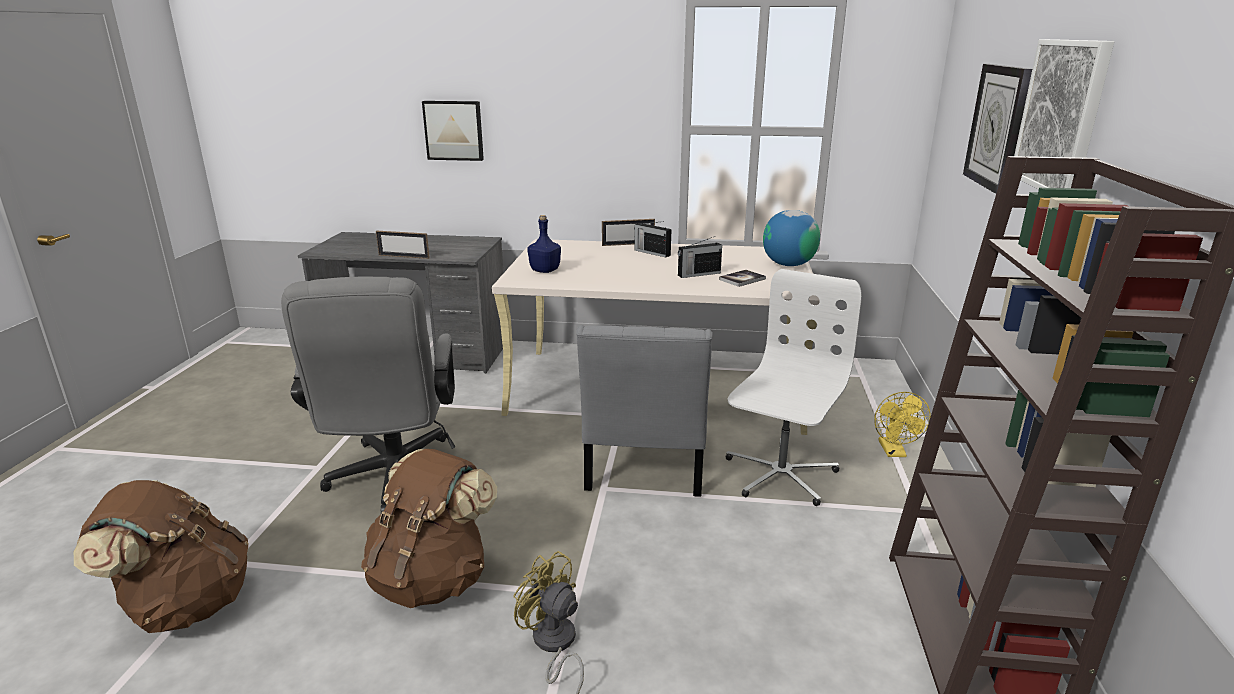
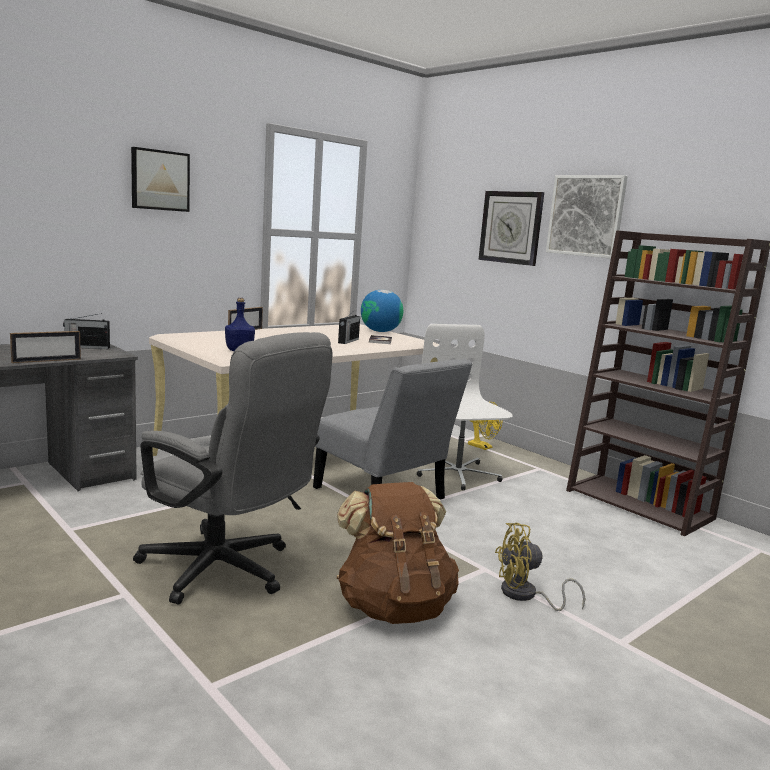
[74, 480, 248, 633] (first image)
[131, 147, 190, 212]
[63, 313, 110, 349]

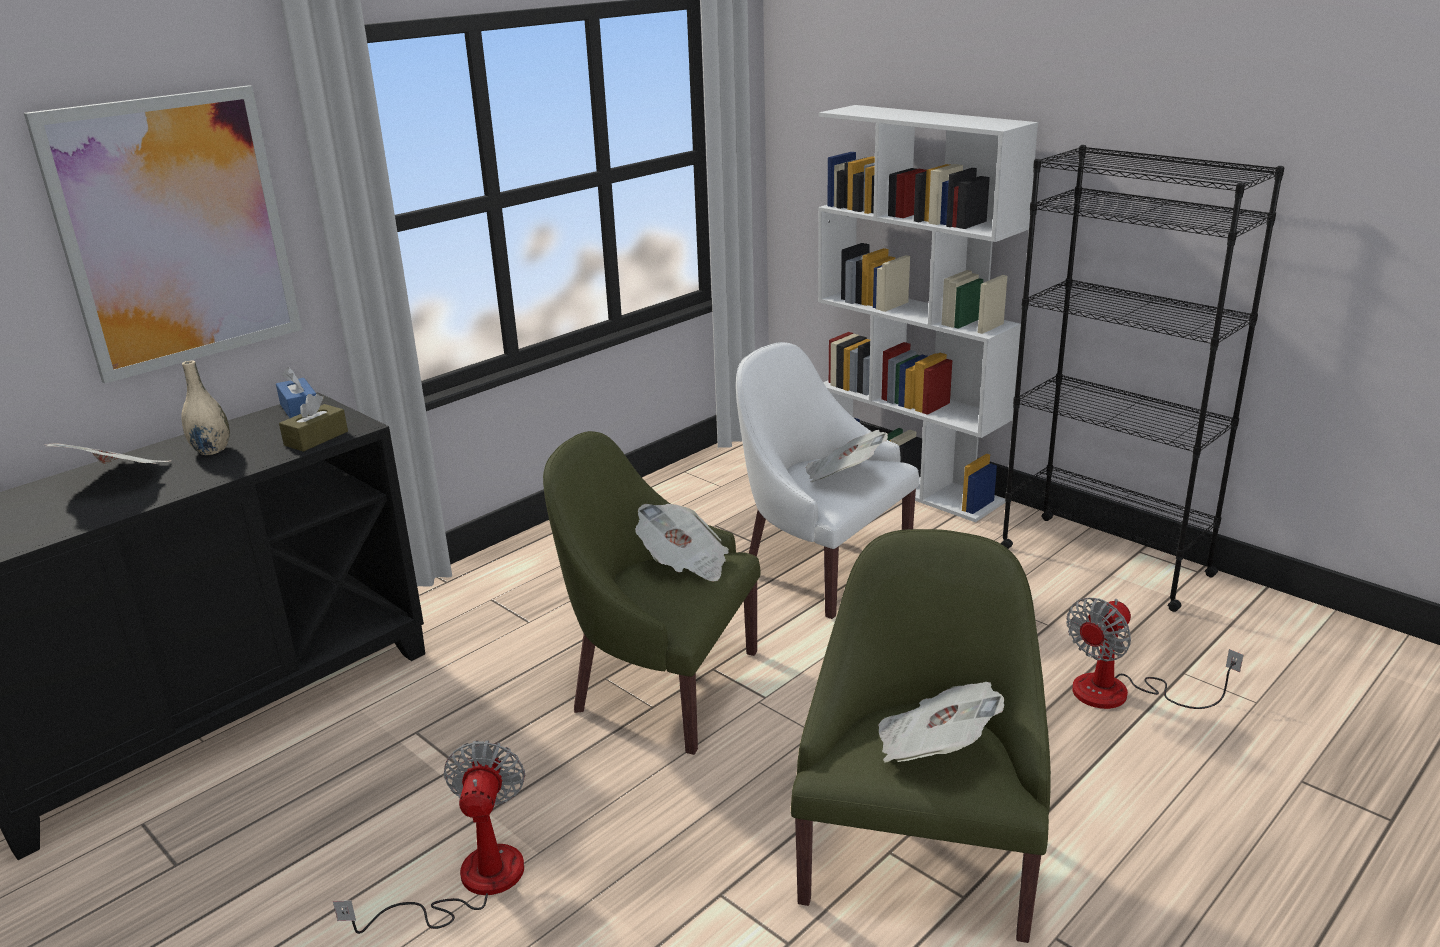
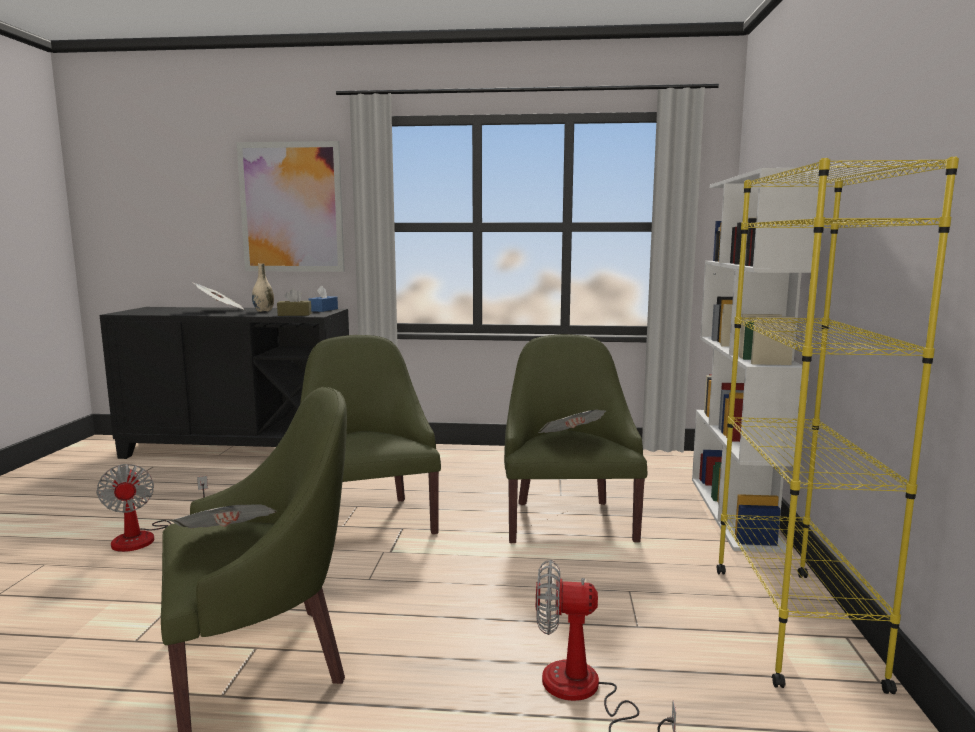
[635, 504, 729, 581] (first image)
[504, 334, 647, 543]
[716, 157, 959, 694]
[96, 464, 208, 552]

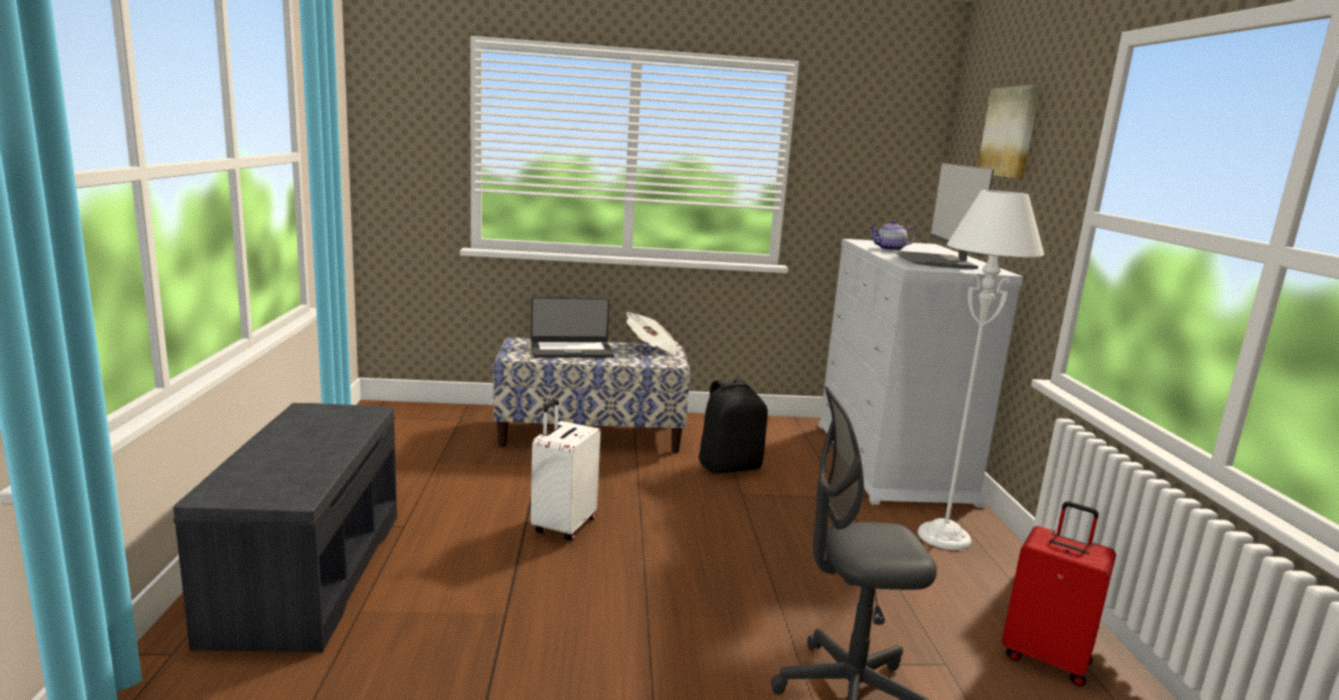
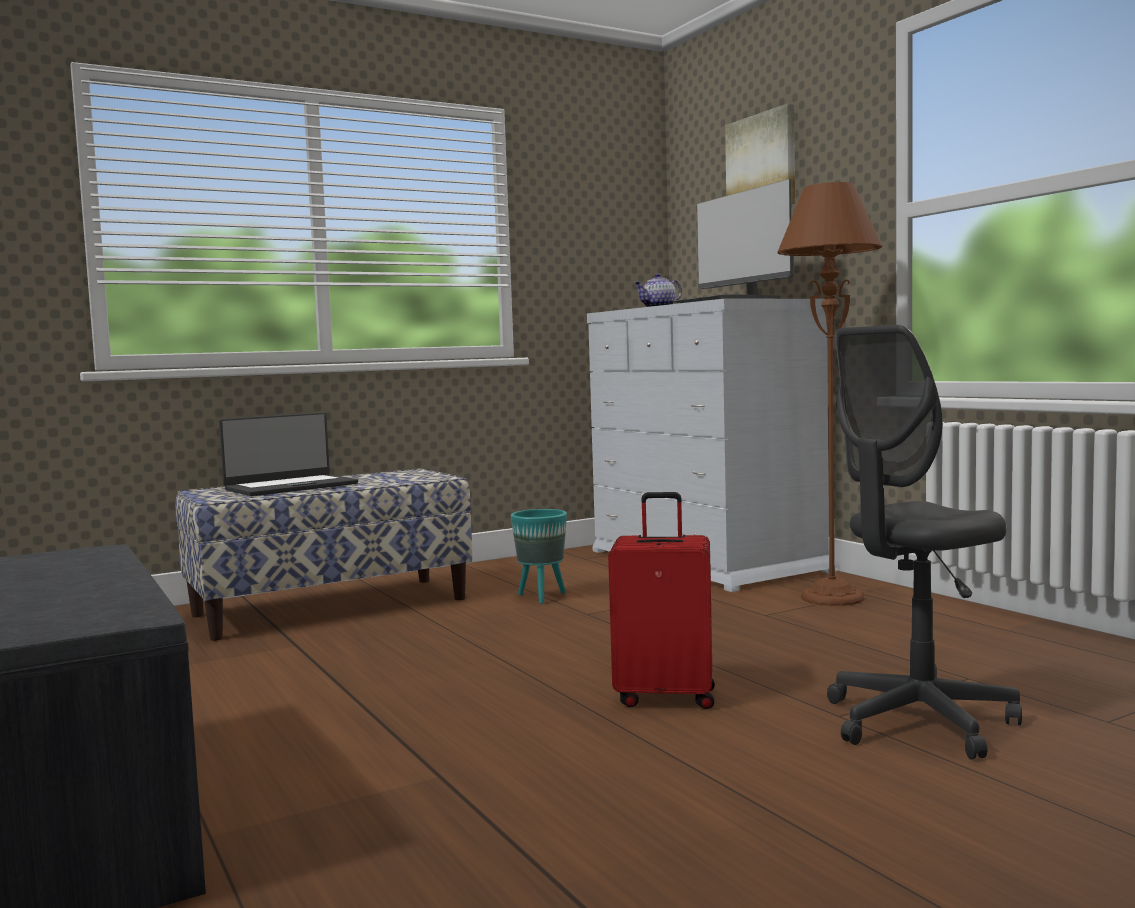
[531, 399, 601, 541] (first image)
[626, 312, 678, 355] (first image)
[608, 492, 715, 709]
[511, 509, 567, 604]
[777, 182, 882, 606]

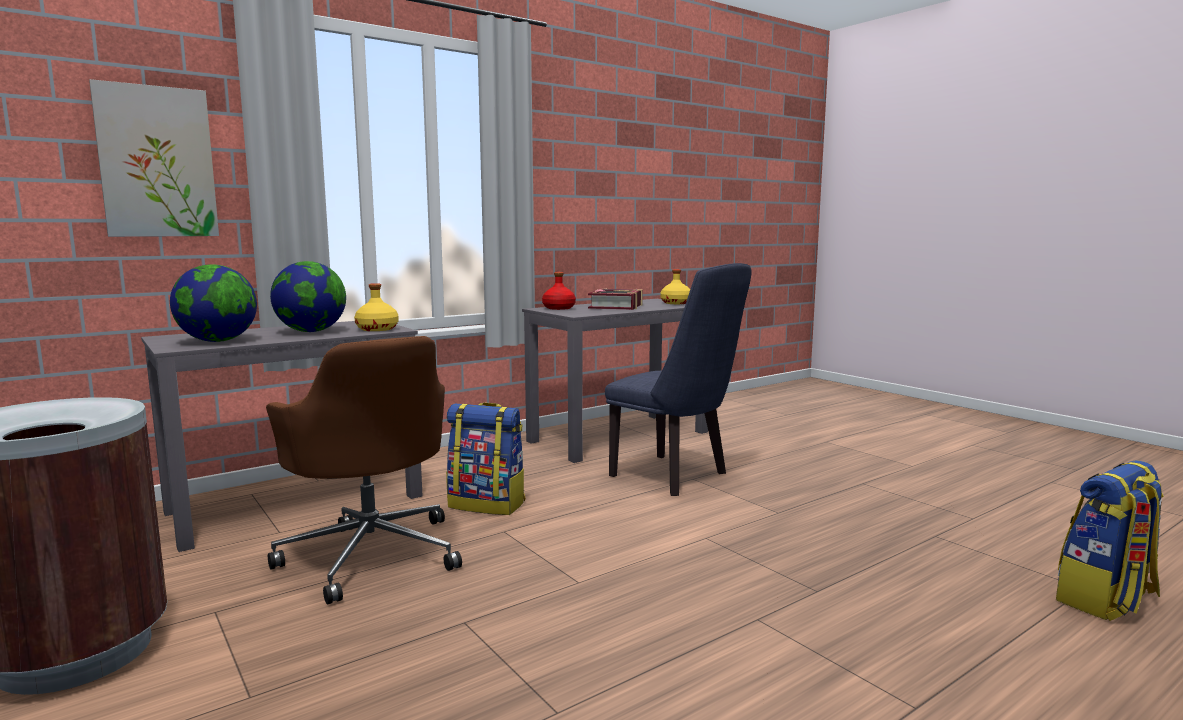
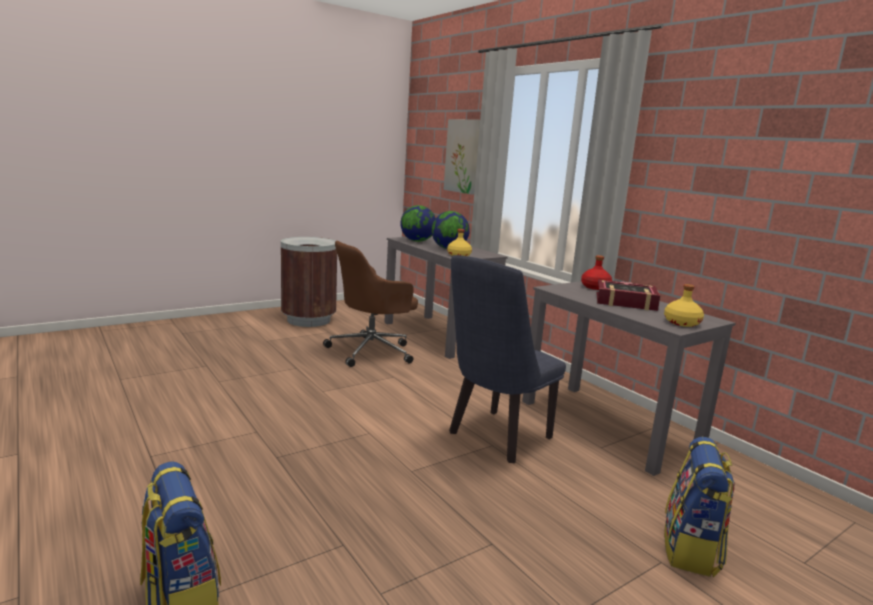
[664, 437, 735, 577]

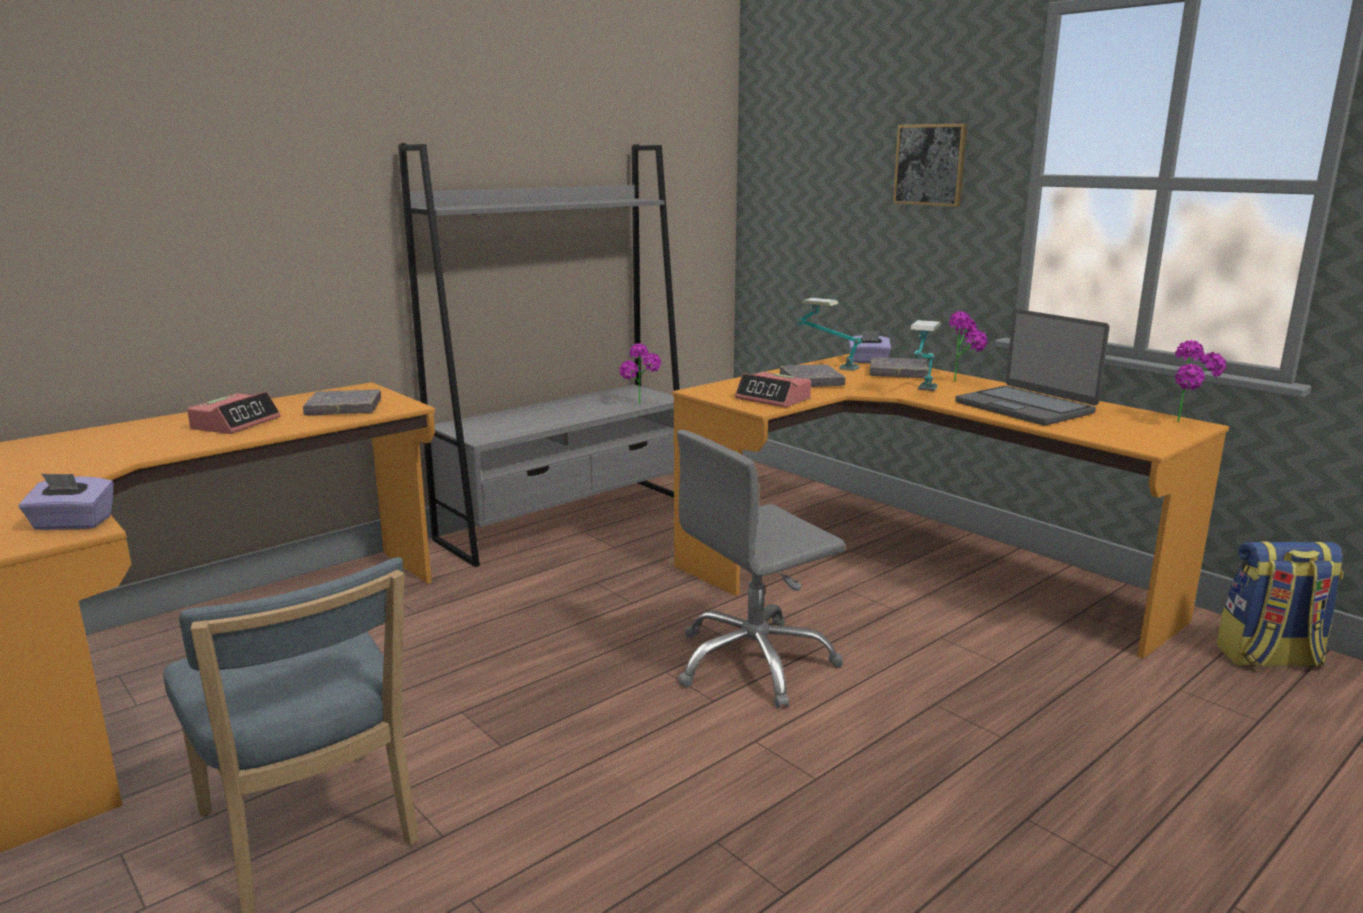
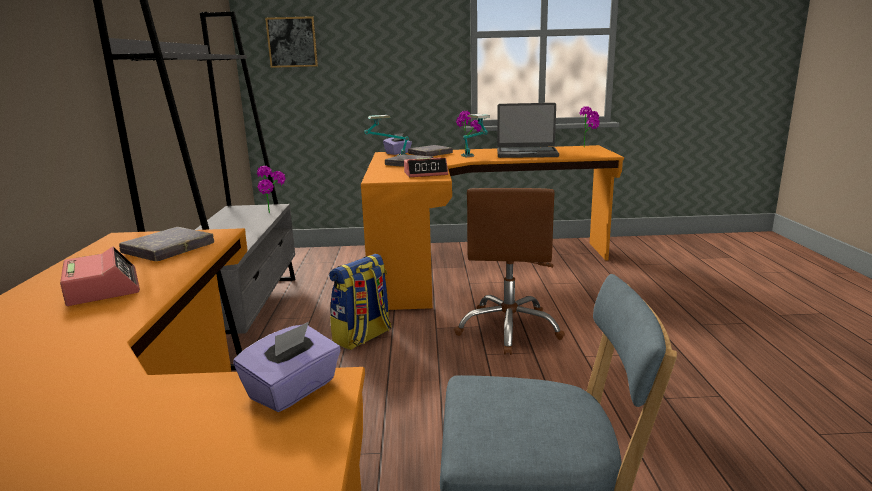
[265, 16, 318, 68]
[329, 254, 391, 350]
[454, 188, 565, 355]

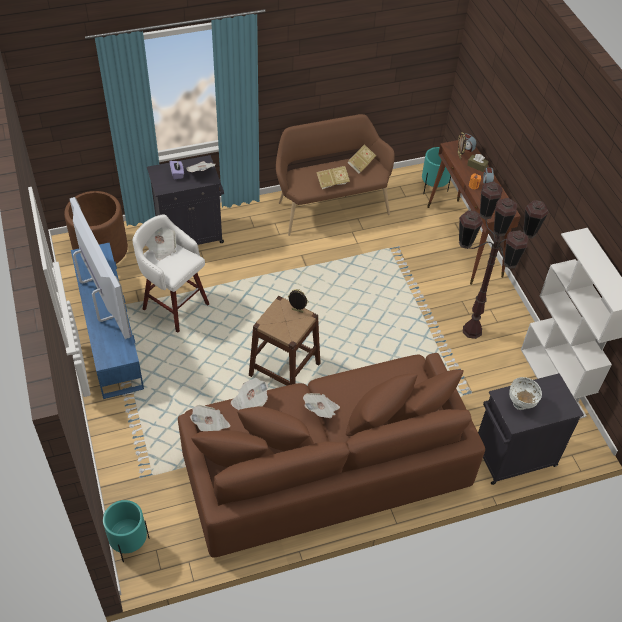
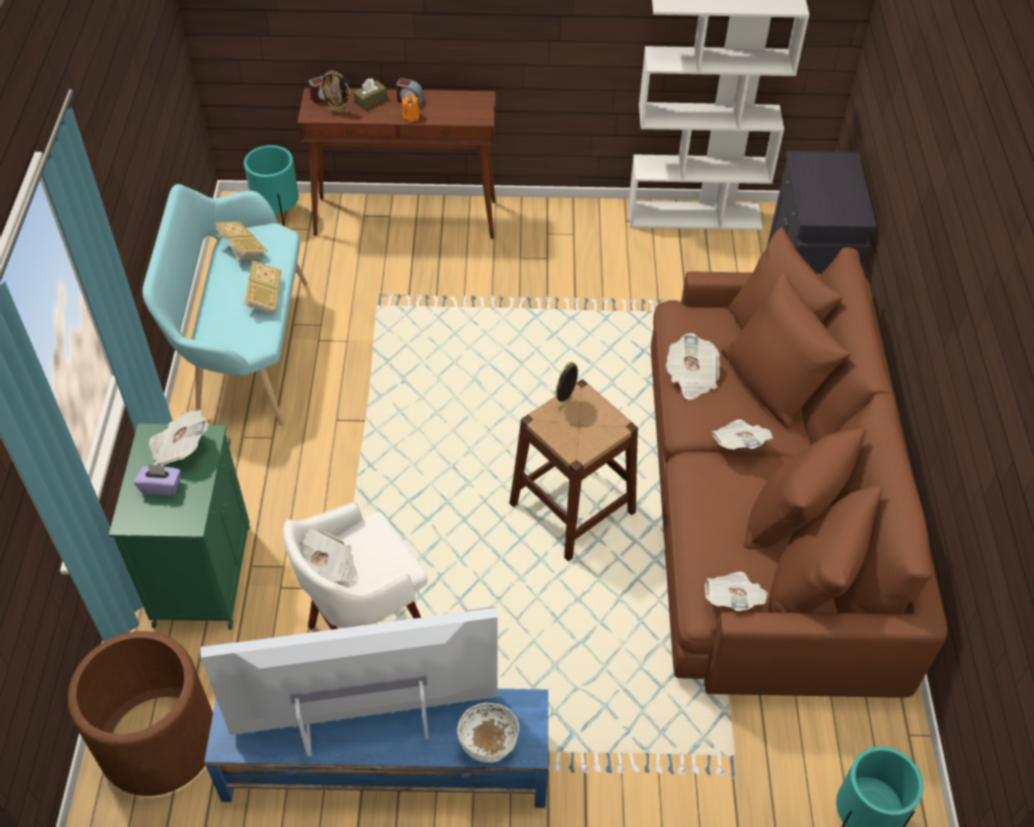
[459, 182, 549, 339] (first image)
[665, 333, 720, 400]
[457, 703, 519, 763]
[109, 424, 250, 630]
[142, 184, 308, 426]

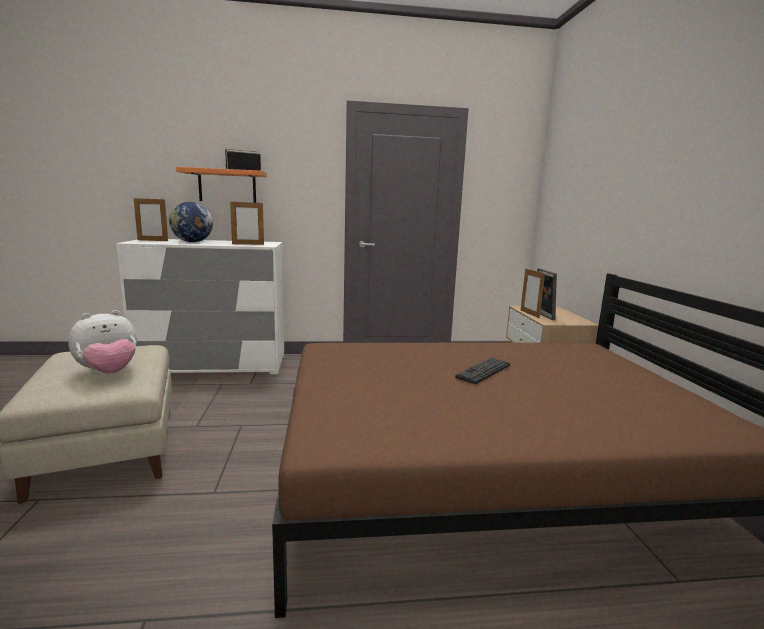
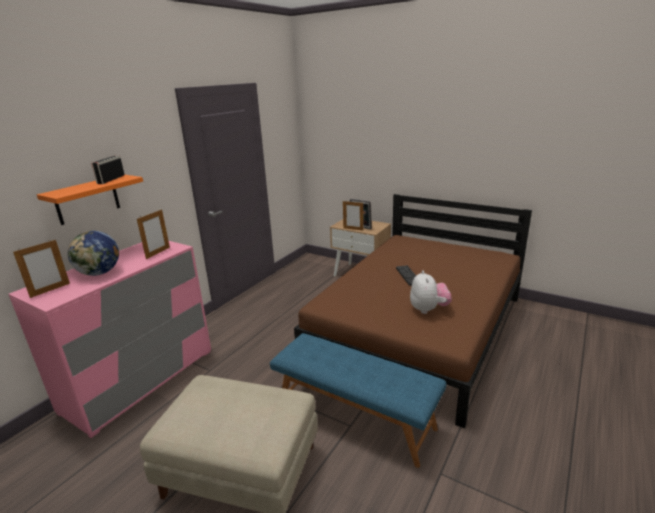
[270, 333, 447, 468]
[410, 270, 452, 314]
[9, 241, 211, 438]

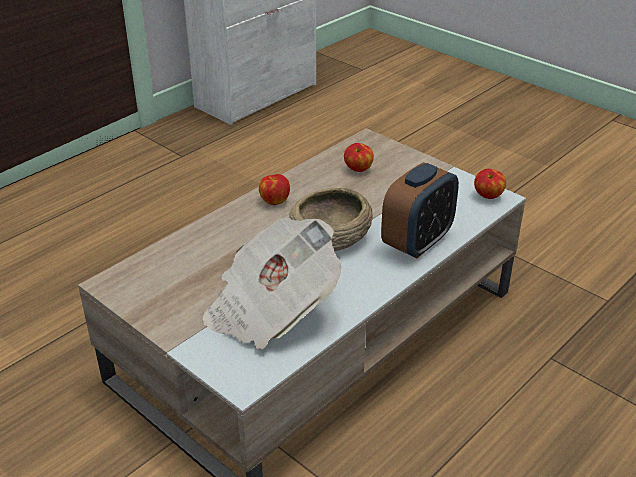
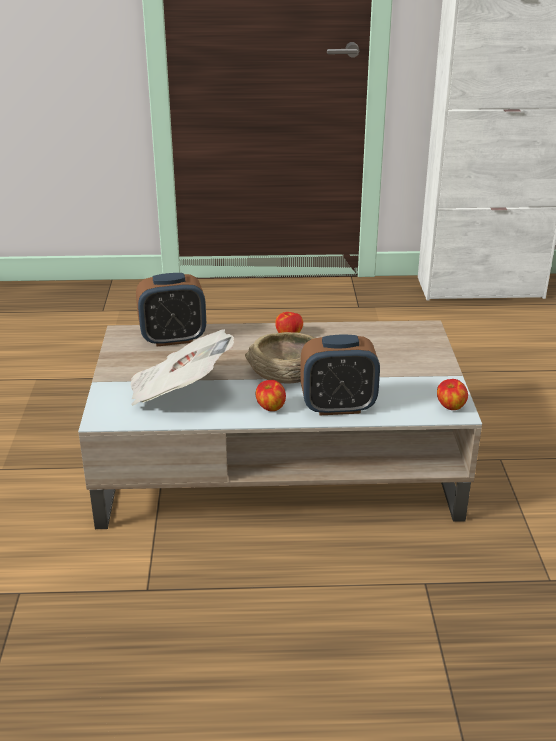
[136, 273, 206, 347]
[256, 380, 286, 411]

